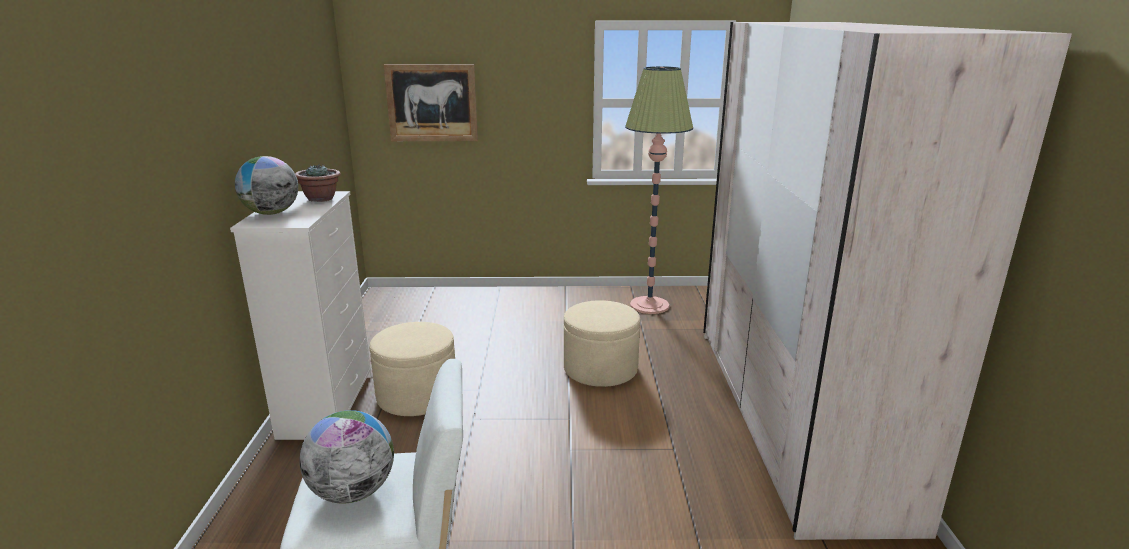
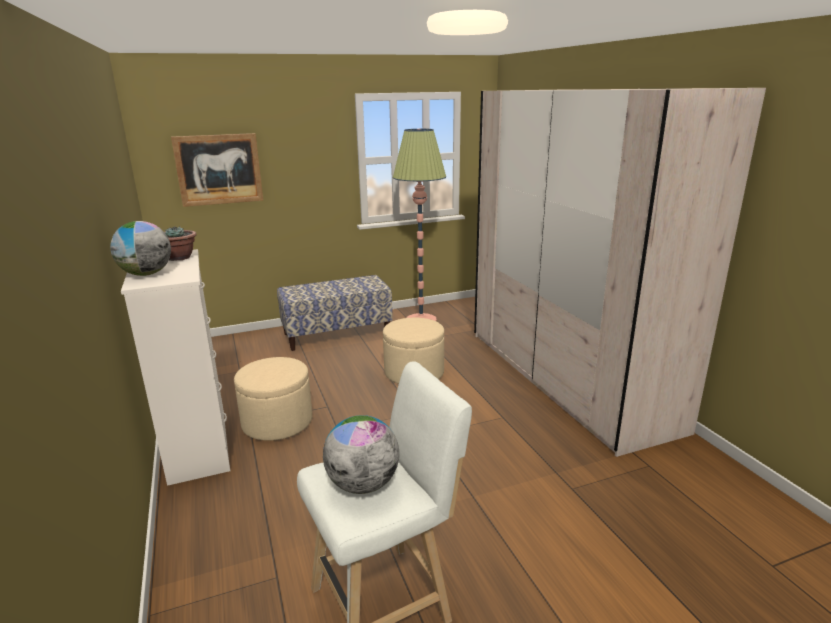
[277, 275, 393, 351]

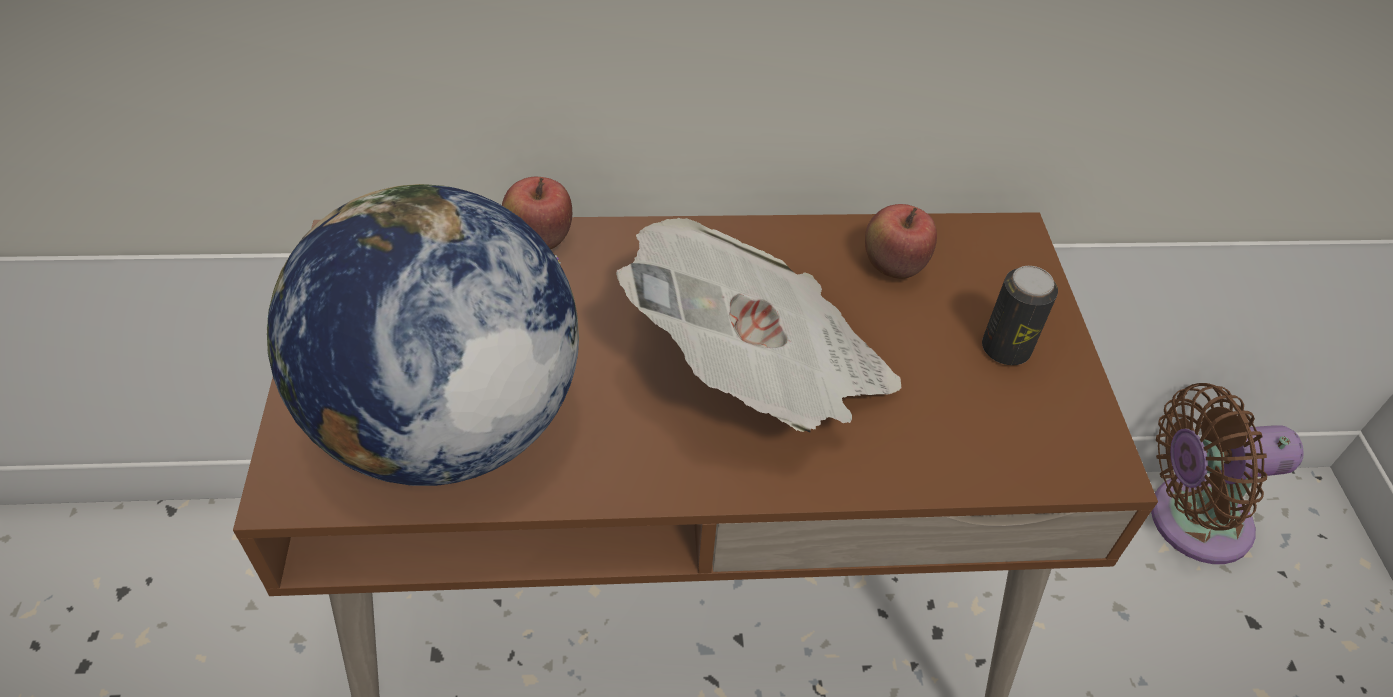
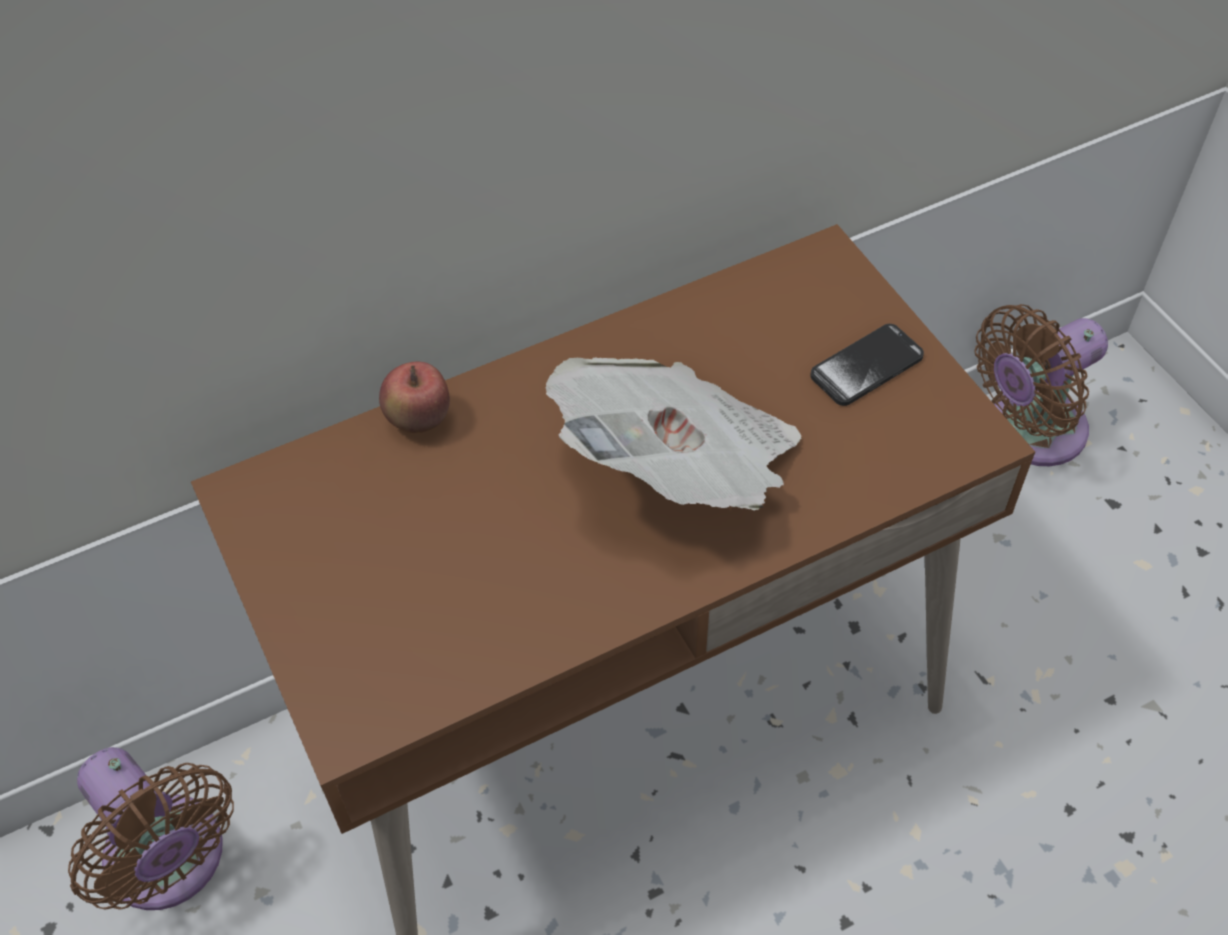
[267, 184, 579, 486] (first image)
[865, 204, 937, 279] (first image)
[68, 747, 234, 910]
[810, 324, 924, 406]

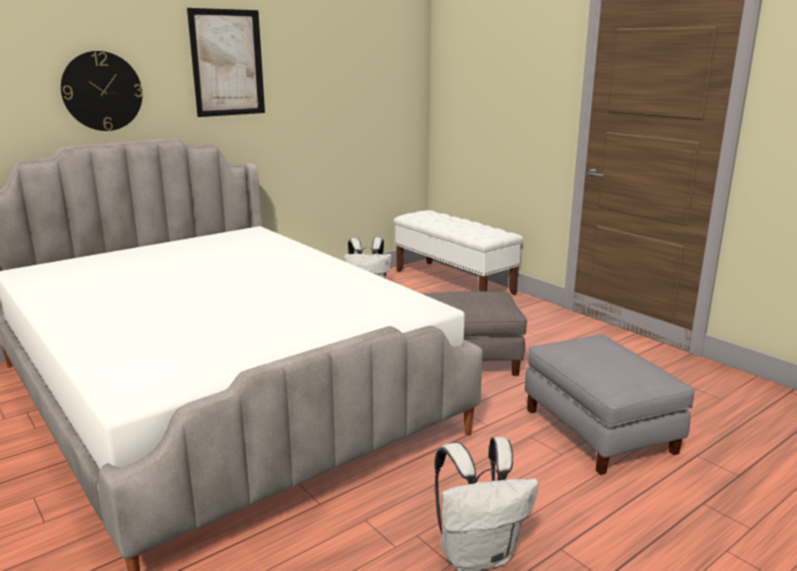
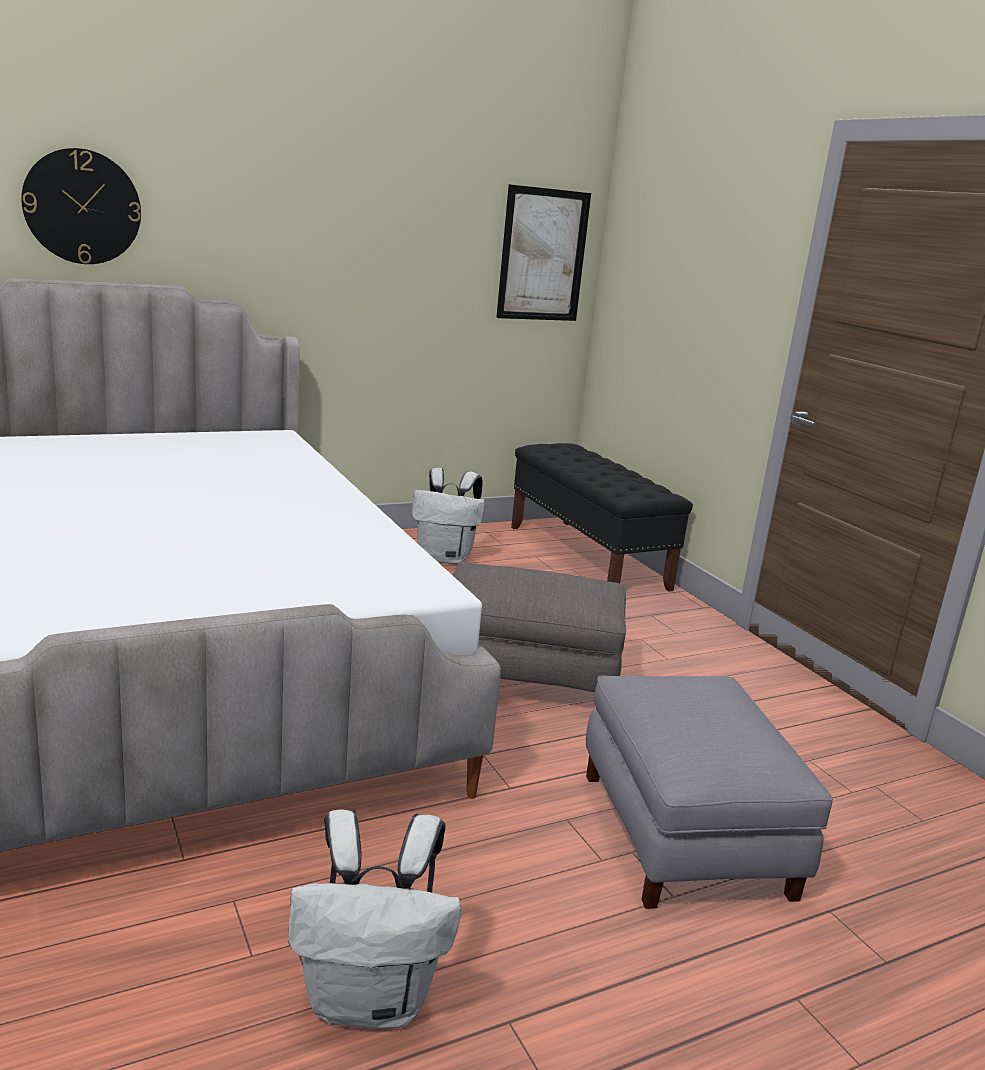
[496, 184, 591, 321]
[511, 443, 693, 592]

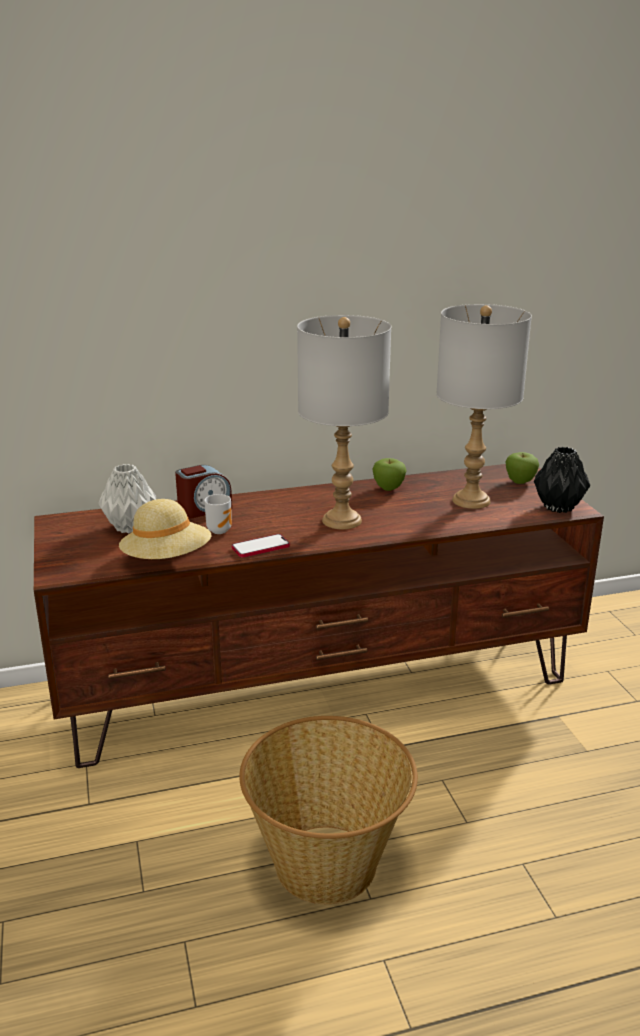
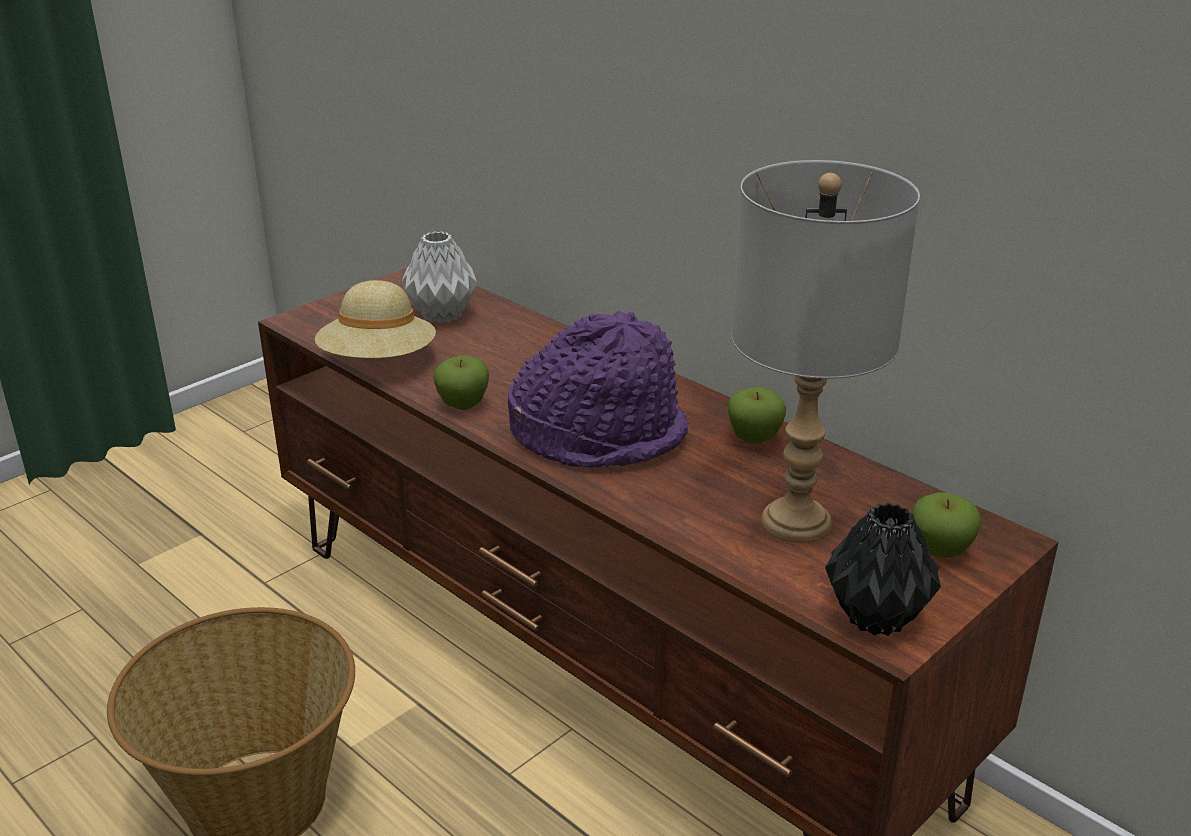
[175, 465, 232, 518] (first image)
[204, 494, 232, 534] (first image)
[433, 355, 489, 410]
[508, 311, 689, 468]

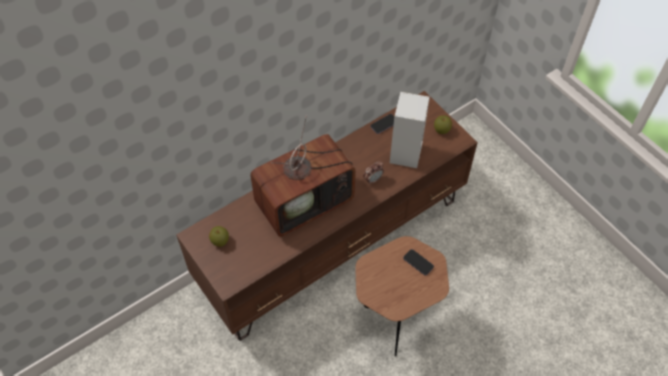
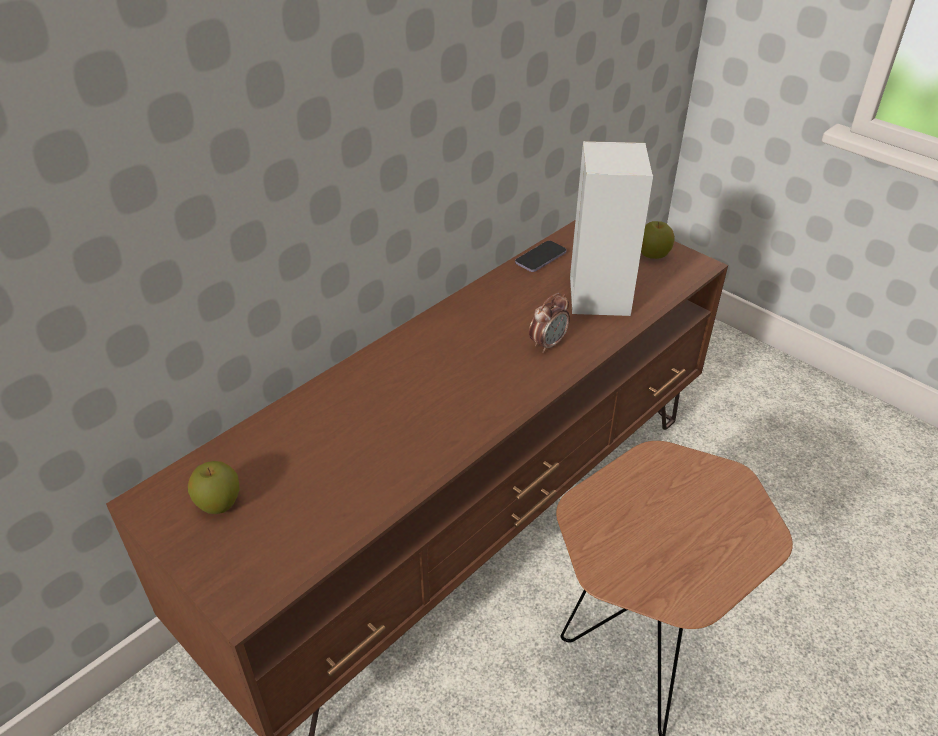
[250, 115, 356, 237] (first image)
[403, 249, 434, 275] (first image)

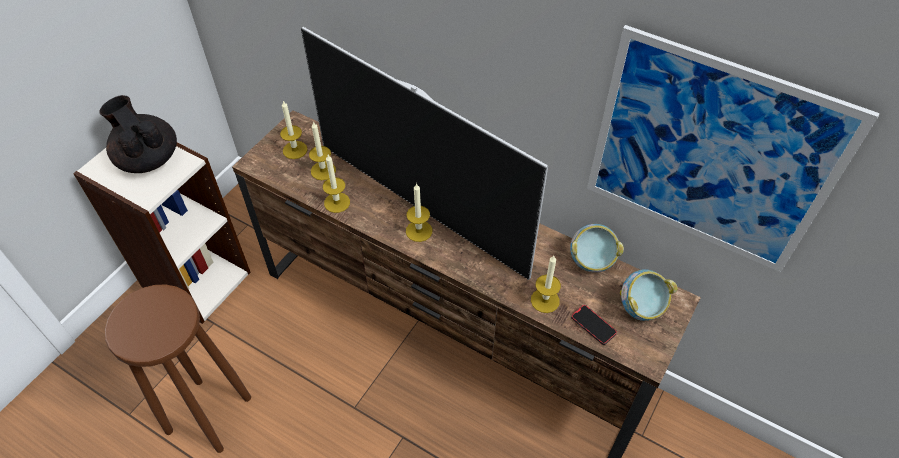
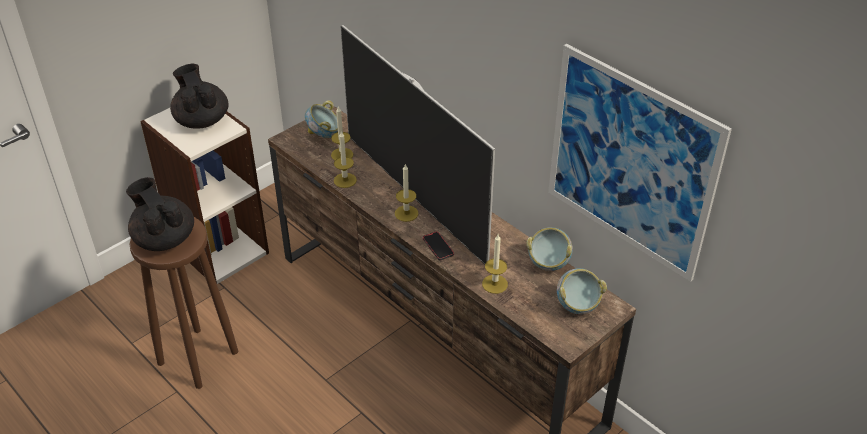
[126, 177, 194, 251]
[423, 231, 454, 260]
[305, 100, 338, 138]

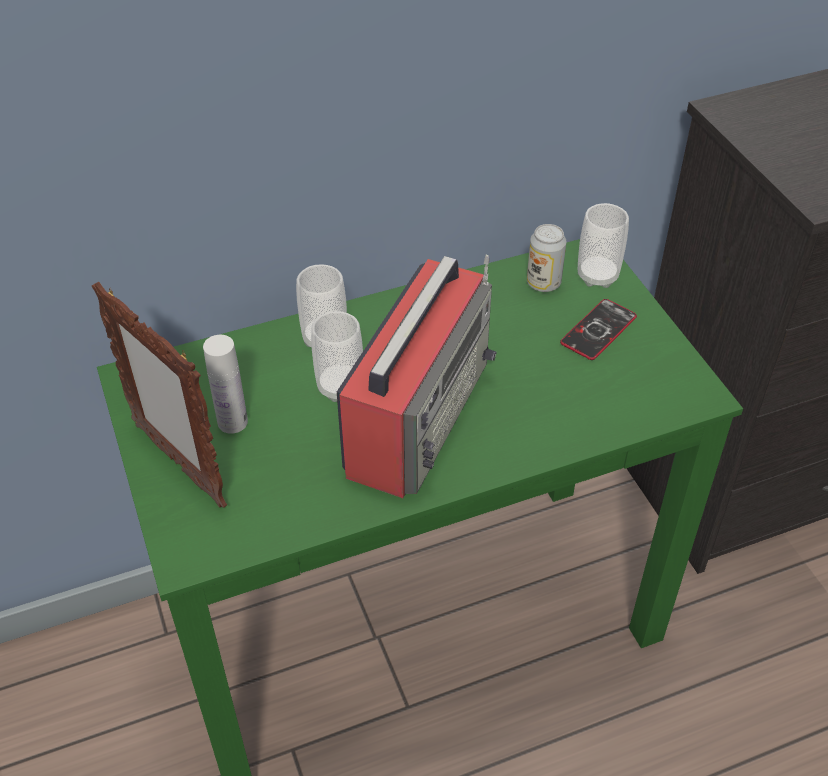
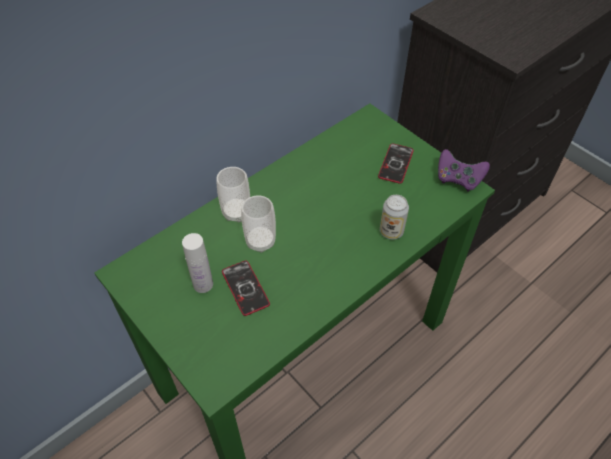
[92, 282, 227, 508] (first image)
[337, 255, 497, 498] (first image)
[578, 203, 629, 288] (first image)
[222, 261, 270, 316]
[438, 149, 490, 192]
[380, 195, 409, 240]

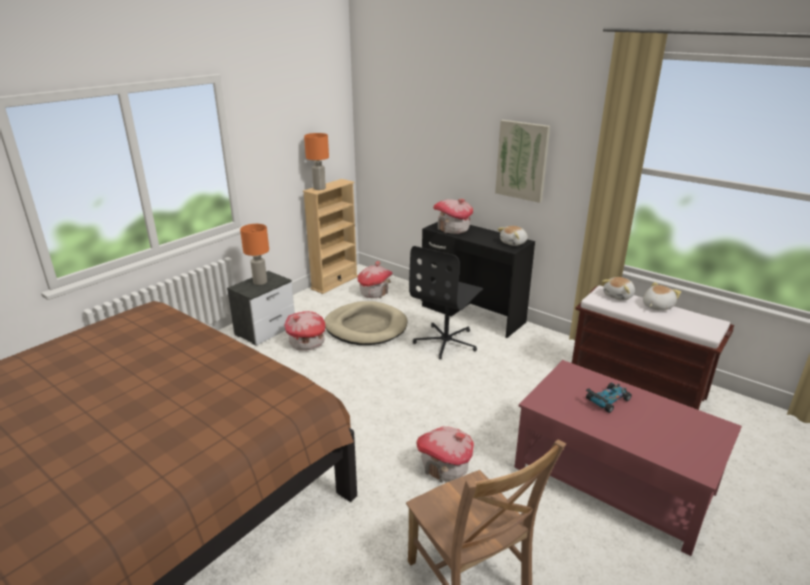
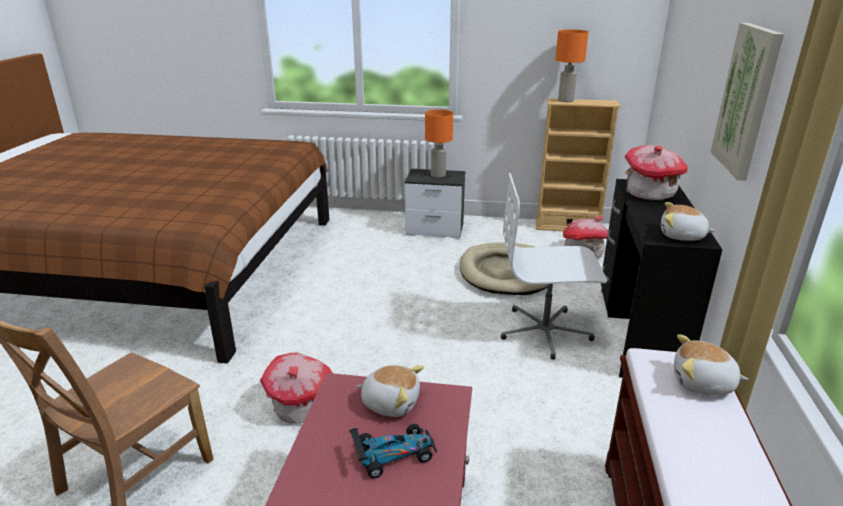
[284, 311, 325, 351] (first image)
[356, 365, 424, 417]
[501, 173, 607, 360]
[349, 424, 437, 478]

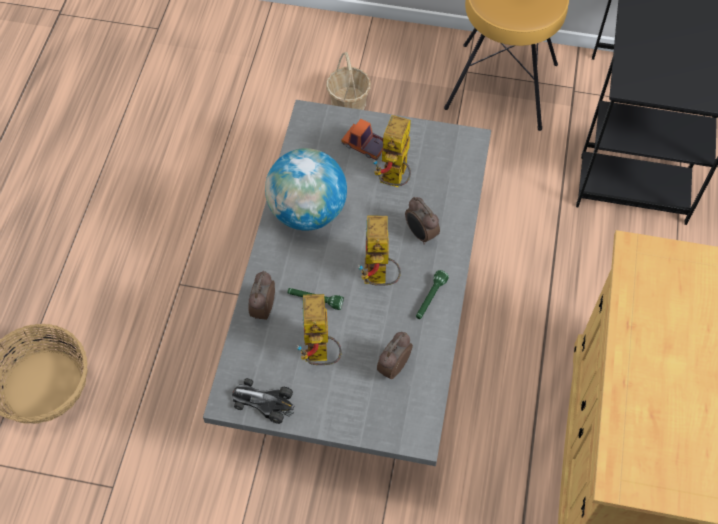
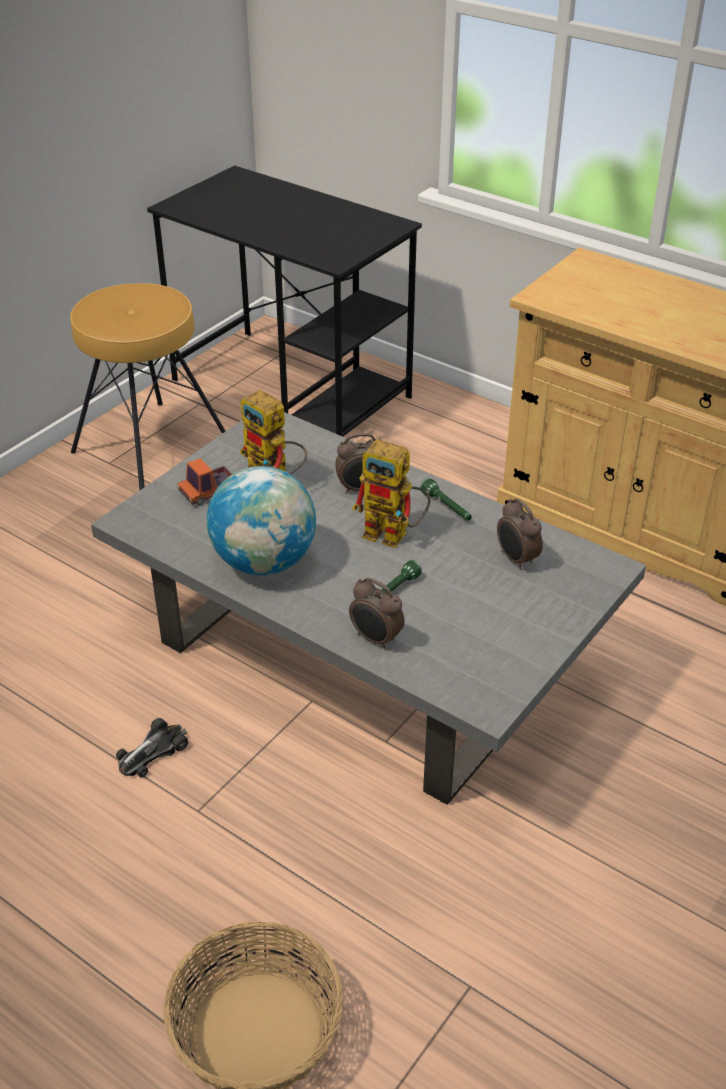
[297, 294, 342, 365] (first image)
[326, 52, 371, 110] (first image)
[116, 718, 188, 777]

